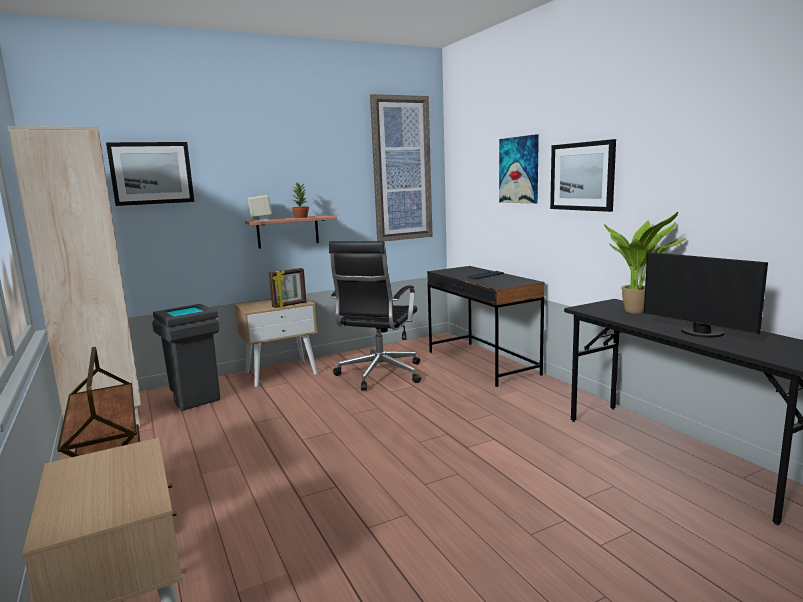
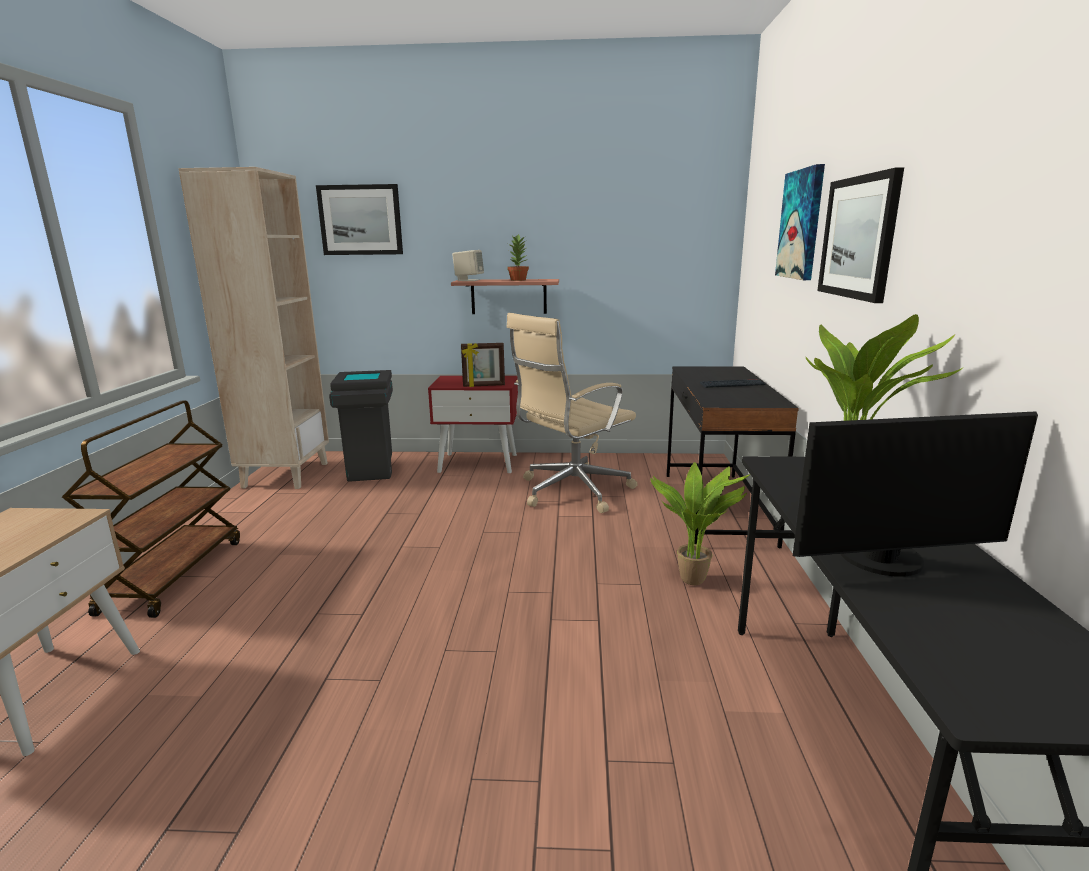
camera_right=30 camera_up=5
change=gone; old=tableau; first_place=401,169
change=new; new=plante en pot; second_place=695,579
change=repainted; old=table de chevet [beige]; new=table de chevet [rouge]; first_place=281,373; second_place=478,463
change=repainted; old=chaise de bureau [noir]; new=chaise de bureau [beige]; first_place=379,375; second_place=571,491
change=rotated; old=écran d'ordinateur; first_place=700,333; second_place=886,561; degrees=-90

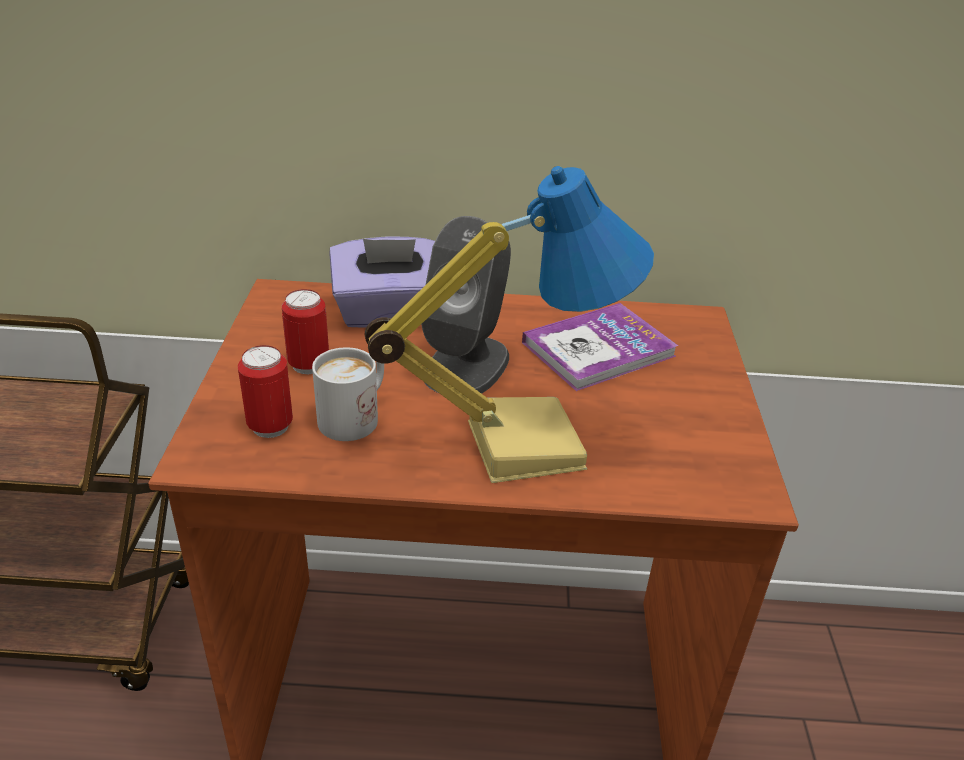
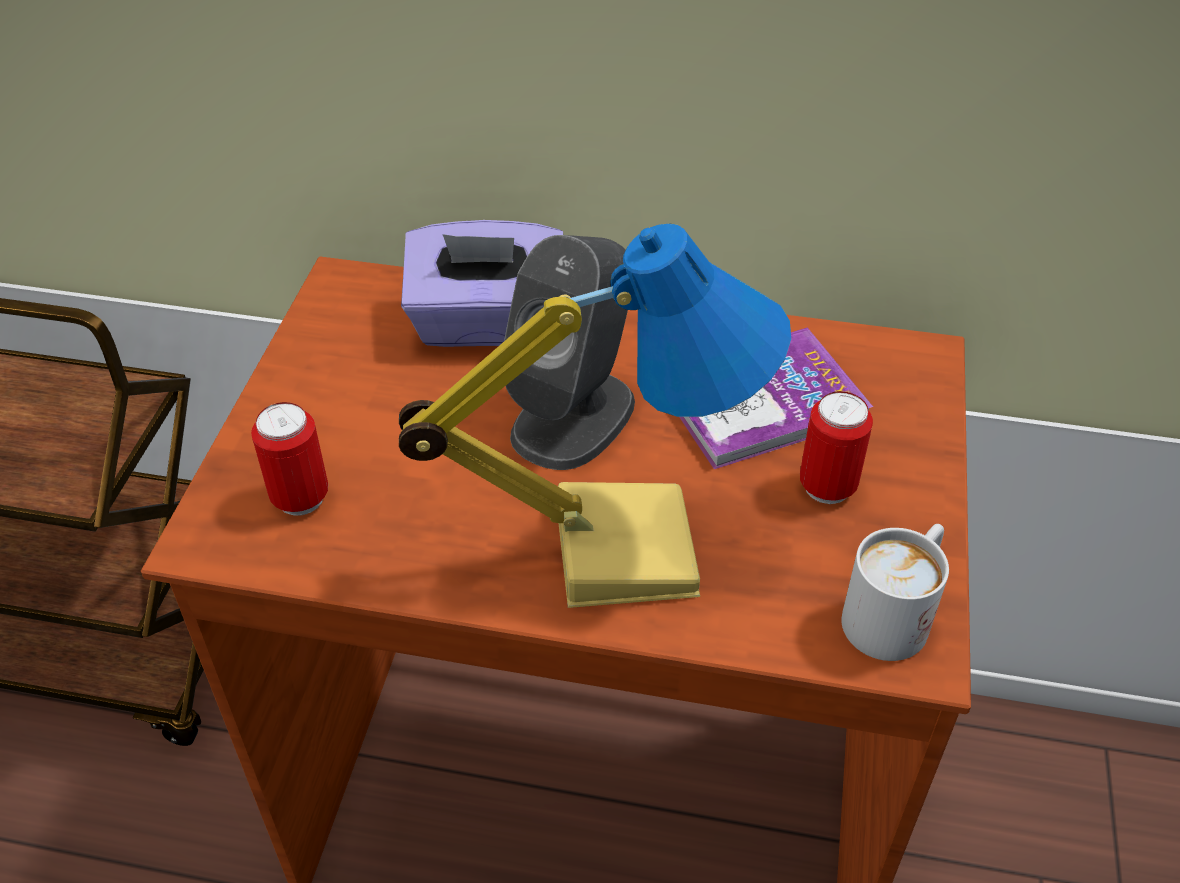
camera_right=10 camera_up=10
change=shifted; old=boîte métallique; first_place=309,365; second_place=827,487
change=shifted; old=mug [blanc]; first_place=356,415; second_place=895,612

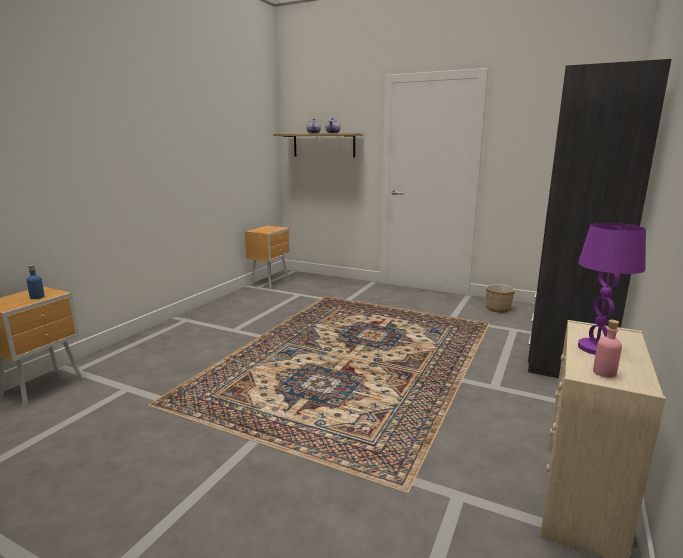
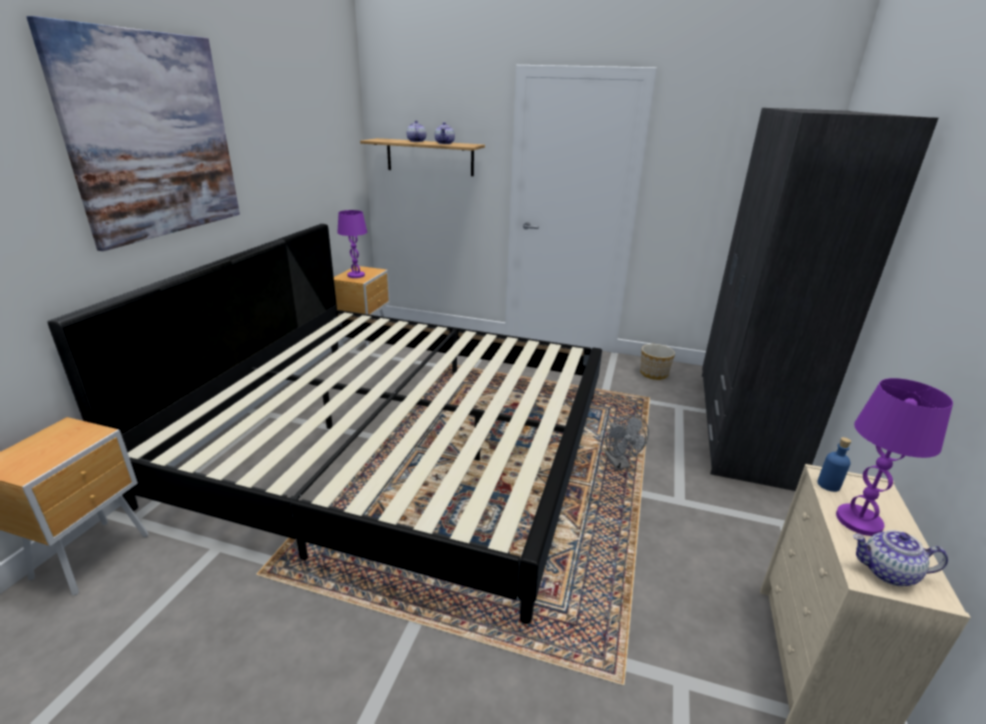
camera_right=-10 camera_up=10
change=new; new=tableau; second_place=153,137
change=new; new=lit; second_place=398,443
change=new; new=lampe de table [violet]; second_place=356,275
change=new; new=ventilateur [gris]; second_place=619,464
change=shifted; old=bouteille [bleu]; first_place=37,297; second_place=828,485
change=swapped; old=bouteille [rose]; new=théière; first_place=604,372; second_place=887,572

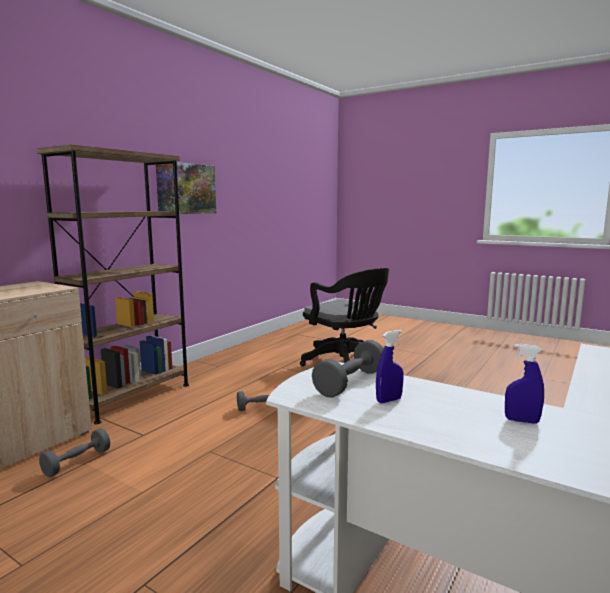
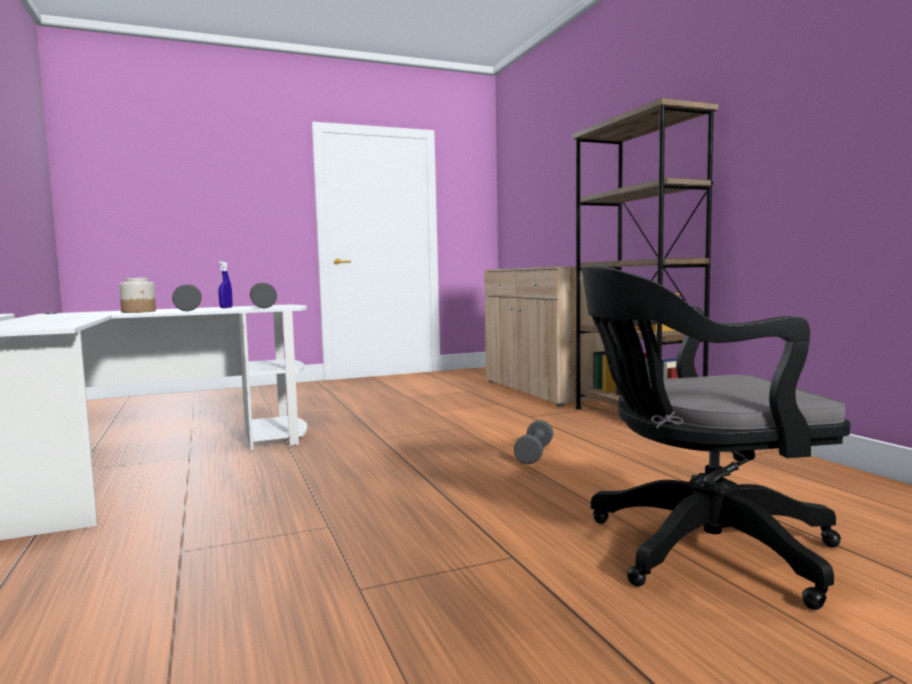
camera_right=125 camera_up=-5
change=gone; old=tableau; first_place=186,188
change=shifted; old=haltère [gris]; first_place=77,462; second_place=188,310
change=swapped; old=vaporisateur [bleu]; new=bocal; first_place=522,421; second_place=139,312

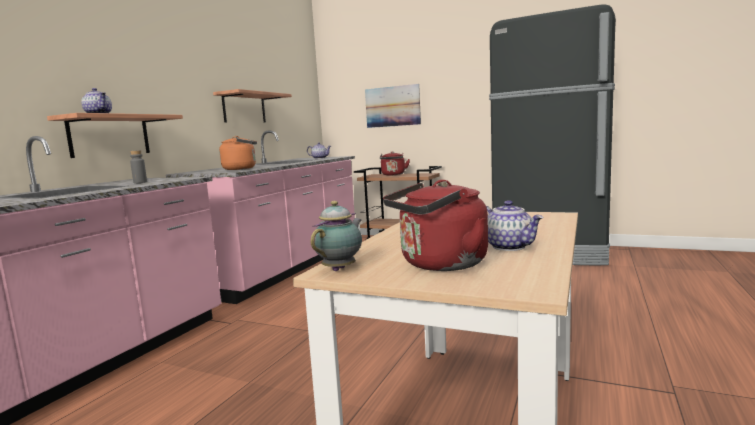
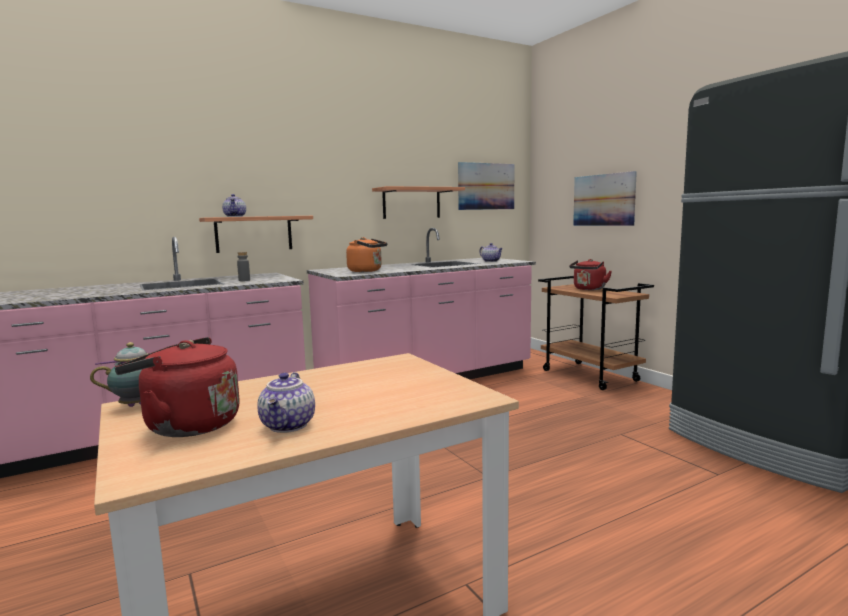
camera_right=35 camera_up=0
change=new; new=tableau; second_place=486,186

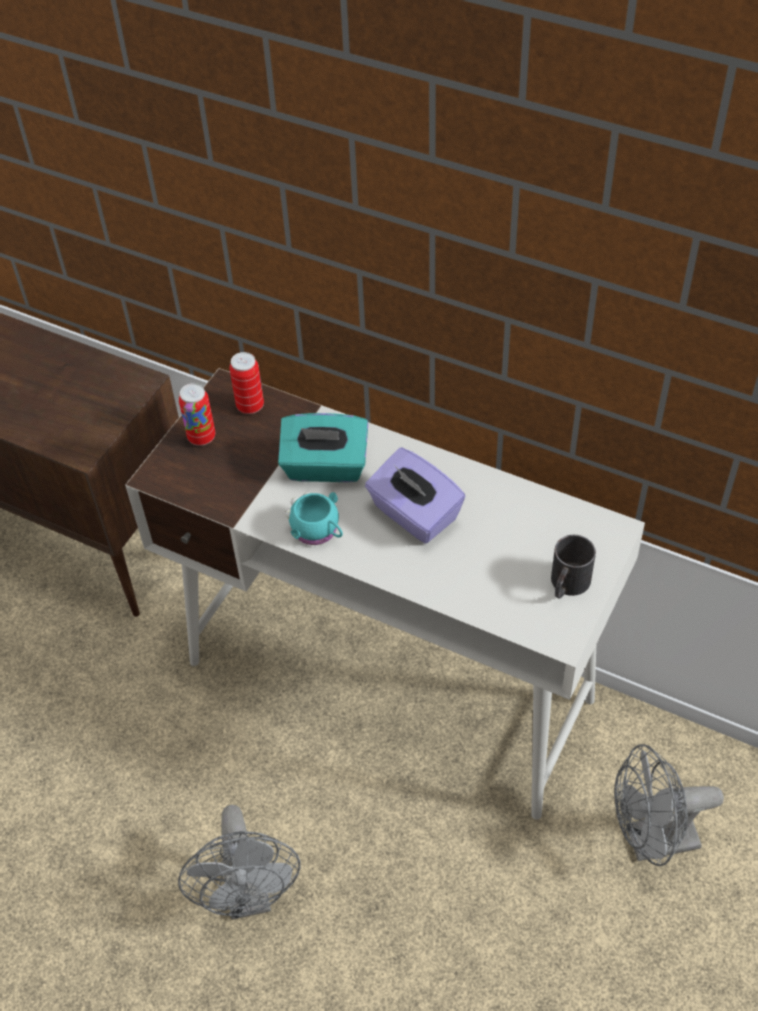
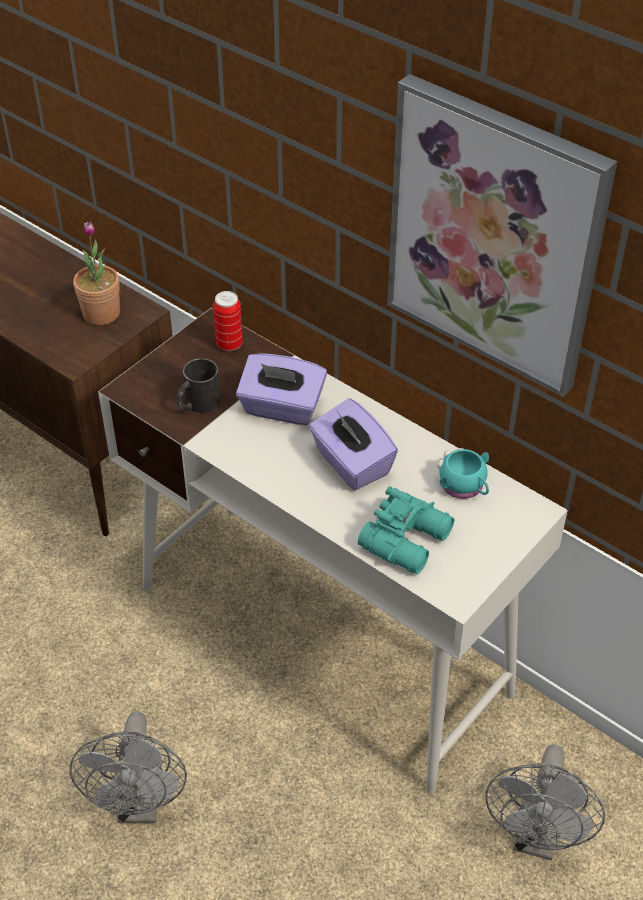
camera_right=10 camera_up=-5
change=gone; old=boîte métallique; first_place=201,437
change=new; new=plante en pot; second_place=101,313
change=new; new=jumelles [turquoise]; second_place=408,540
change=new; new=tableau; second_place=494,236
change=shifted; old=mug [turquoise]; first_place=318,531; second_place=464,487
change=shifted; old=mug [noir]; first_place=567,585; second_place=197,404
change=repainted; old=boîte à mouchoirs [turquoise]; new=boîte à mouchoirs [violet]; first_place=325,467; second_place=282,408
change=rotated; old=ventilateur [gris]; first_place=651,841; second_place=536,838; degrees=-75

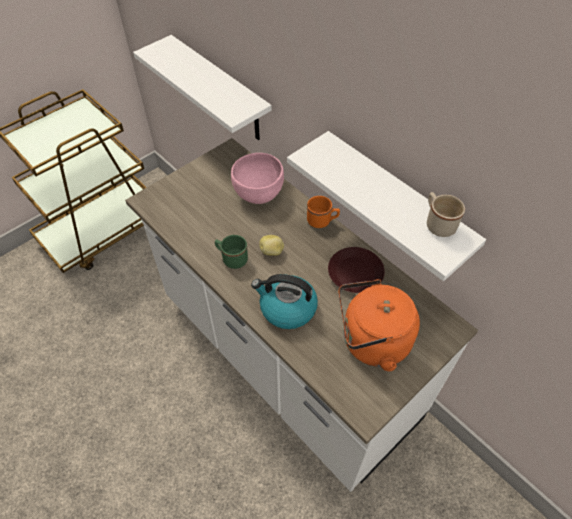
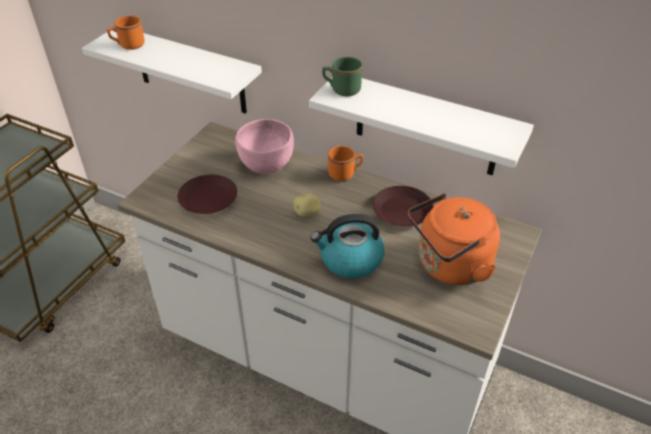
camera_right=-20 camera_up=-10
change=gone; old=mug [beige]; first_place=437,223
change=new; new=mug [orange]; second_place=128,45
change=new; new=assiette [marron]; second_place=207,199
change=shifted; old=mug [vert]; first_place=231,258; second_place=341,89

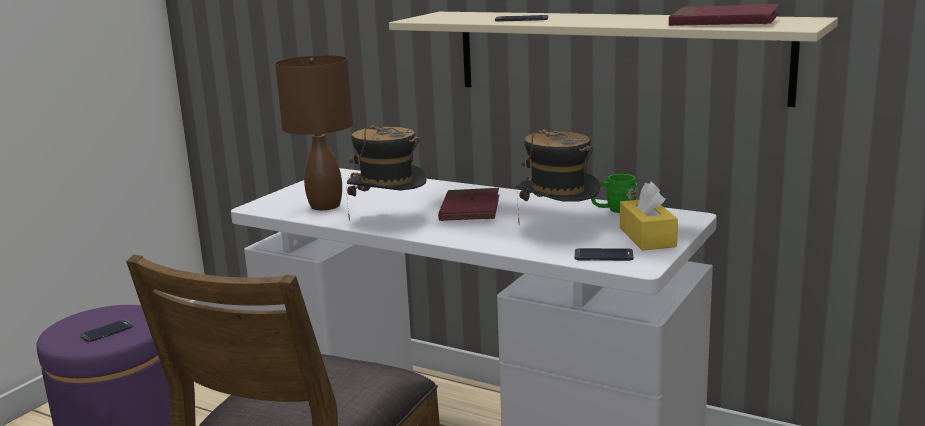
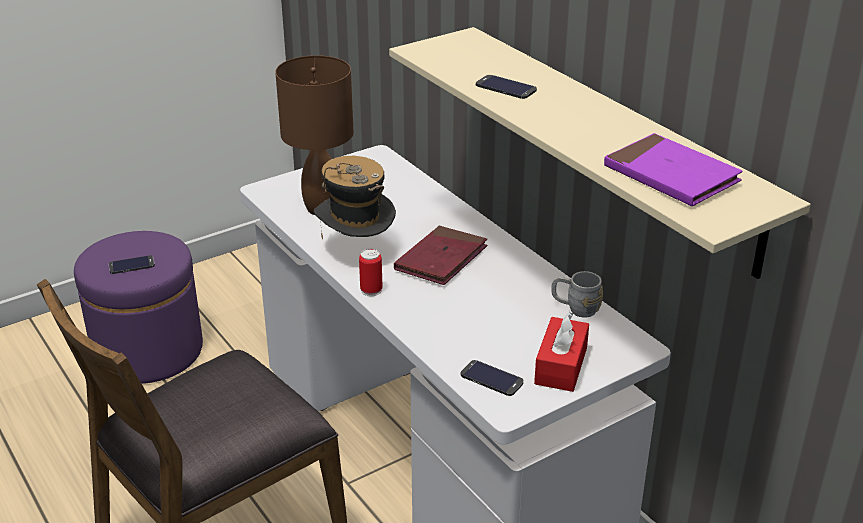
camera_right=25 camera_up=15
change=gone; old=chapeau; first_place=558,230
change=new; new=boîte métallique; second_place=371,290
change=repainted; old=mug [vert]; new=mug [gris]; first_place=614,209; second_place=575,308
change=repainted; old=boîte à mouchoirs [jaune]; new=boîte à mouchoirs [rouge]; first_place=647,237; second_place=561,366
change=repainted; old=livre [rouge]; new=livre [violet]; first_place=724,22; second_place=671,175

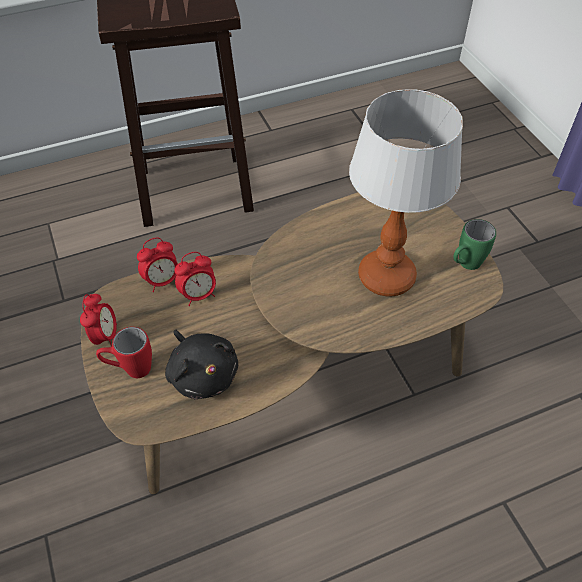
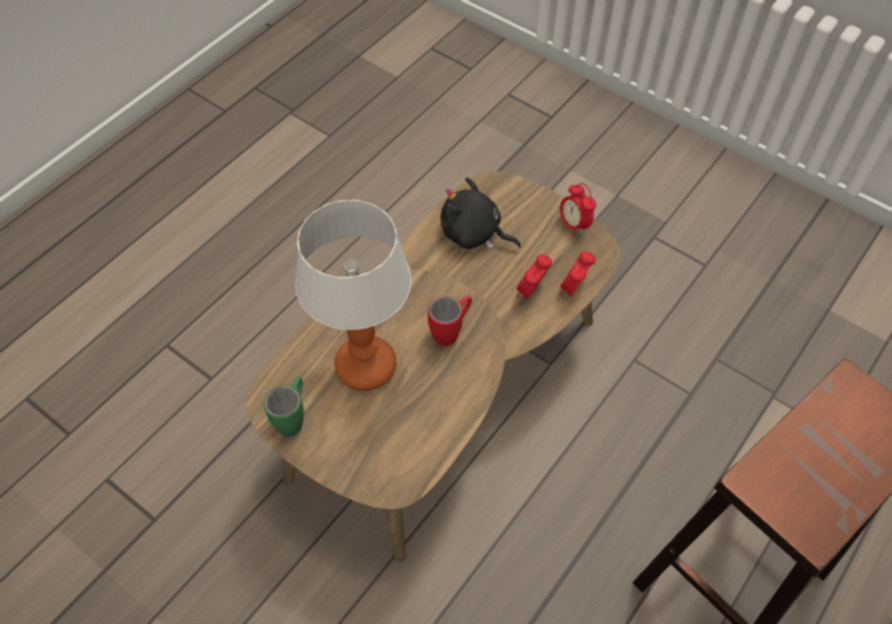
camera_right=150 camera_up=5
change=shifted; old=mug [rouge]; first_place=130,369; second_place=451,331

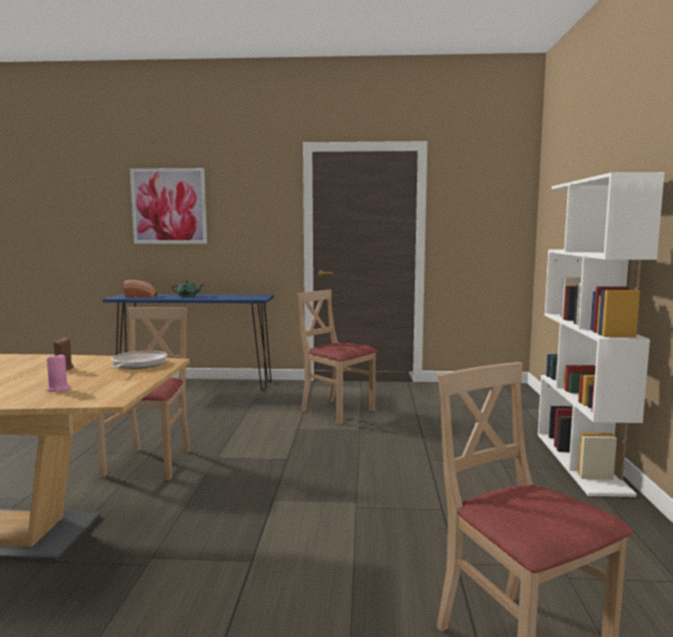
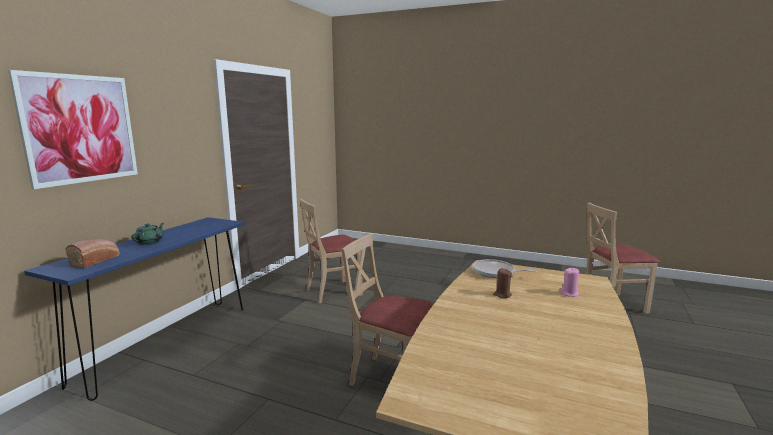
camera_right=-70 camera_up=5
change=gone; old=bibliothèque [blanc]; first_place=581,462

